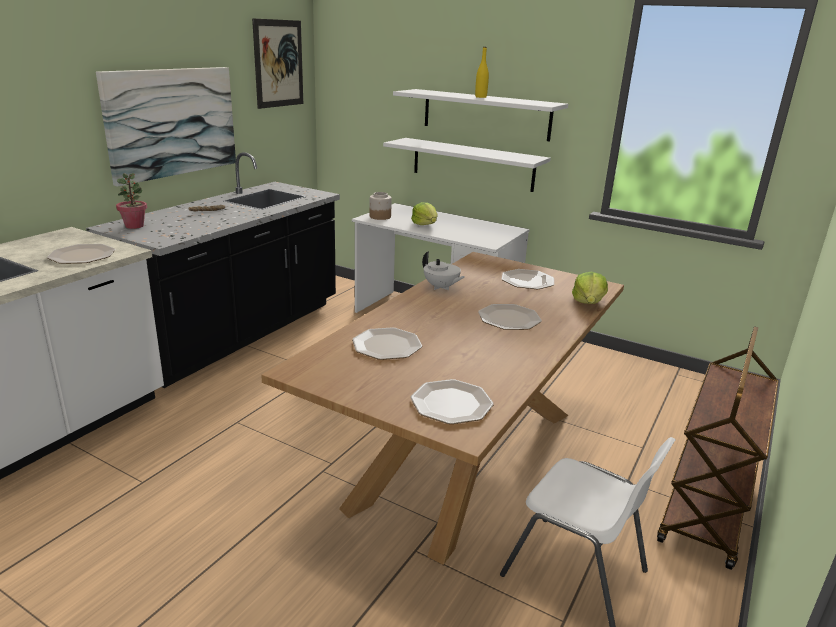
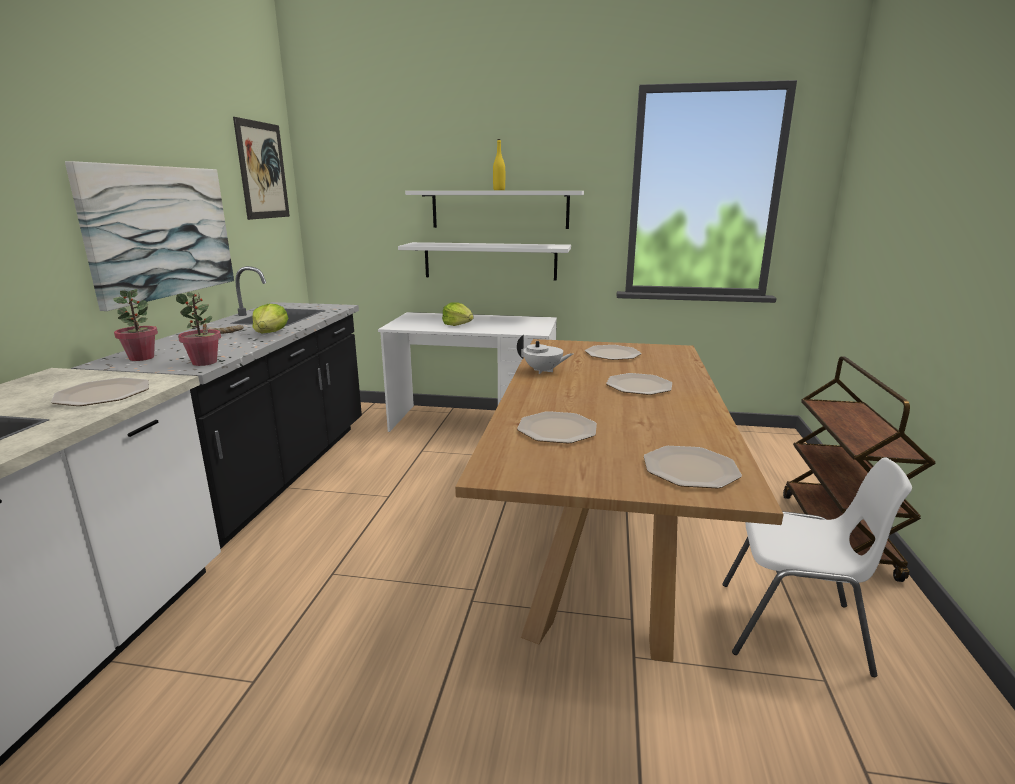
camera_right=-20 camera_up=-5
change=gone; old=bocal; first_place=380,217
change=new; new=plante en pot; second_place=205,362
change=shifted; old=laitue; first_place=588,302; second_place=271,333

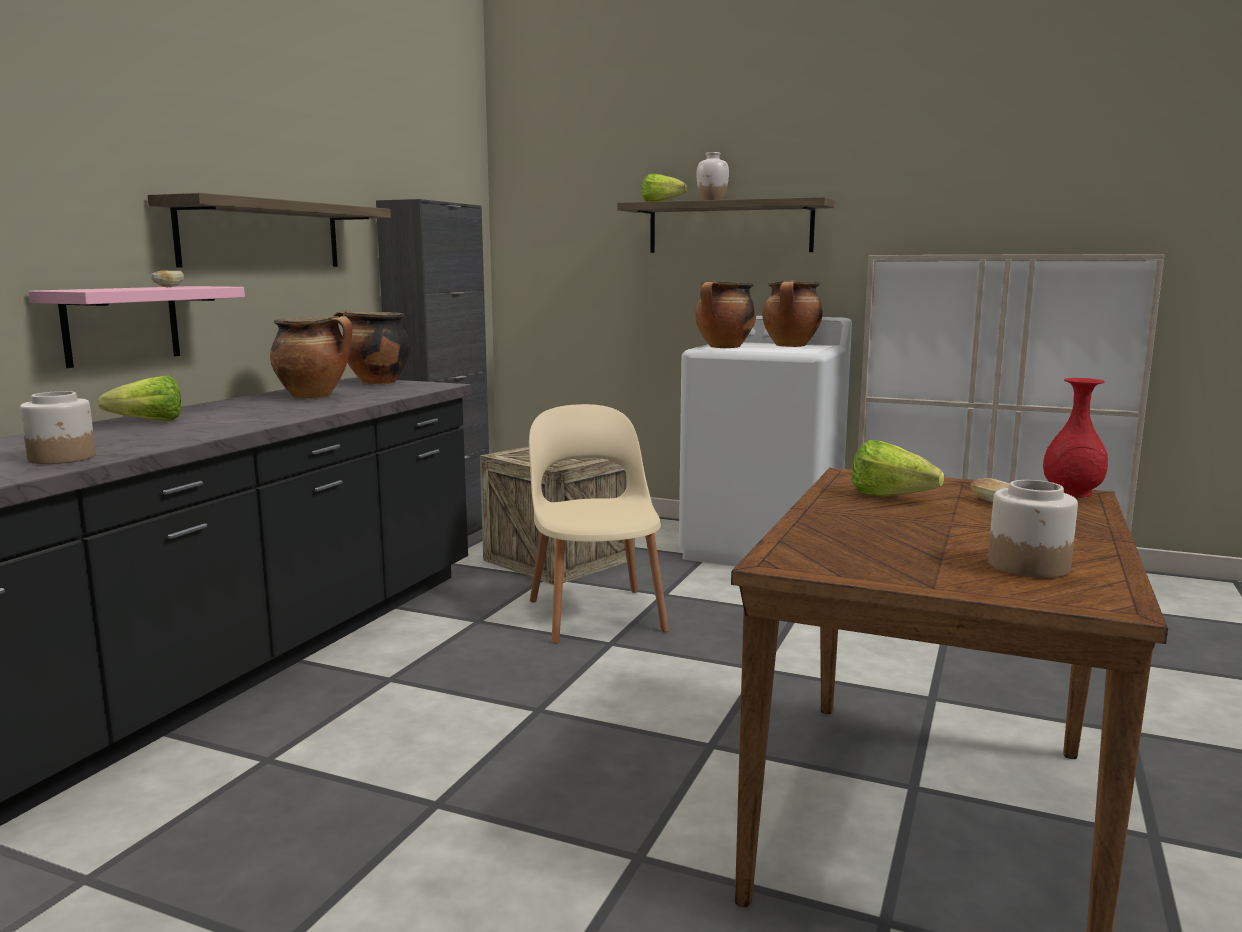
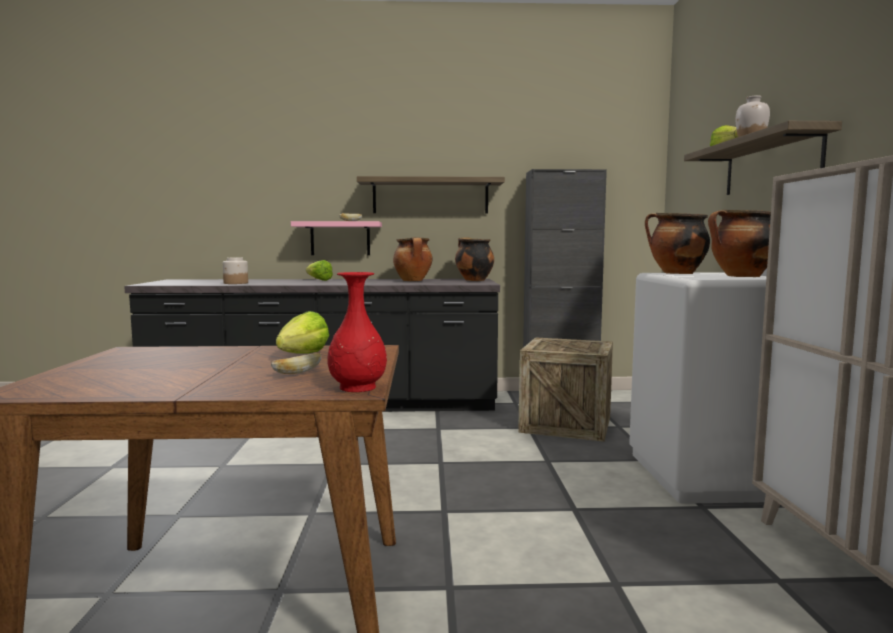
camera_right=65 camera_up=-5
change=gone; old=chaise [beige]; first_place=595,612
change=gone; old=bocal; first_place=1029,566

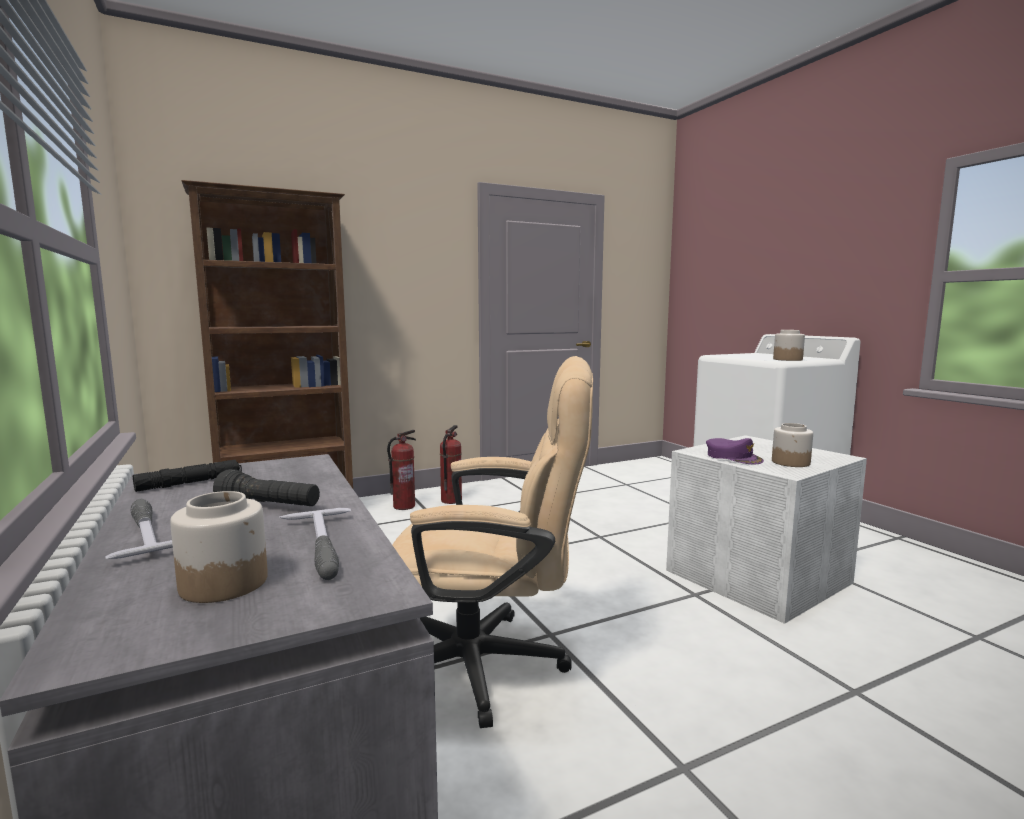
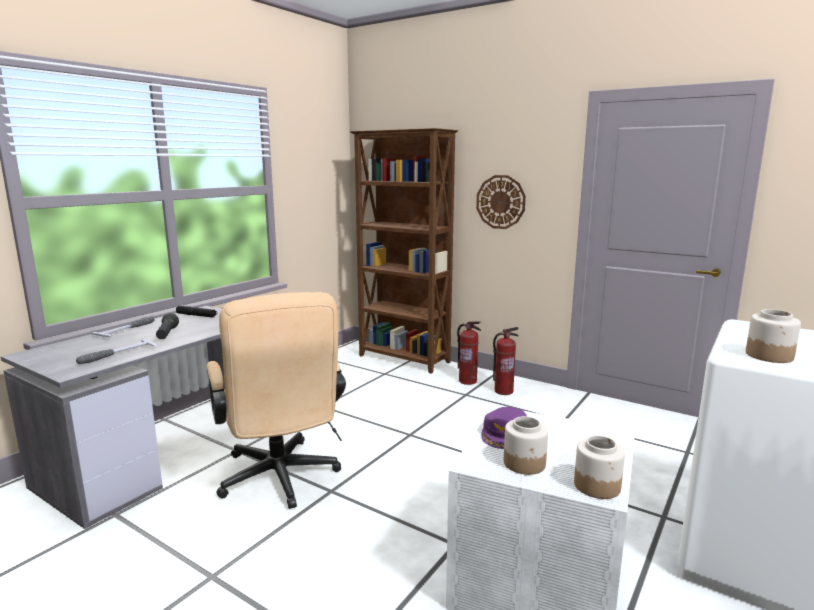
camera_right=60 camera_up=5
change=new; new=horloge murale; second_place=500,202
change=shifted; old=bocal; first_place=224,583; second_place=597,486

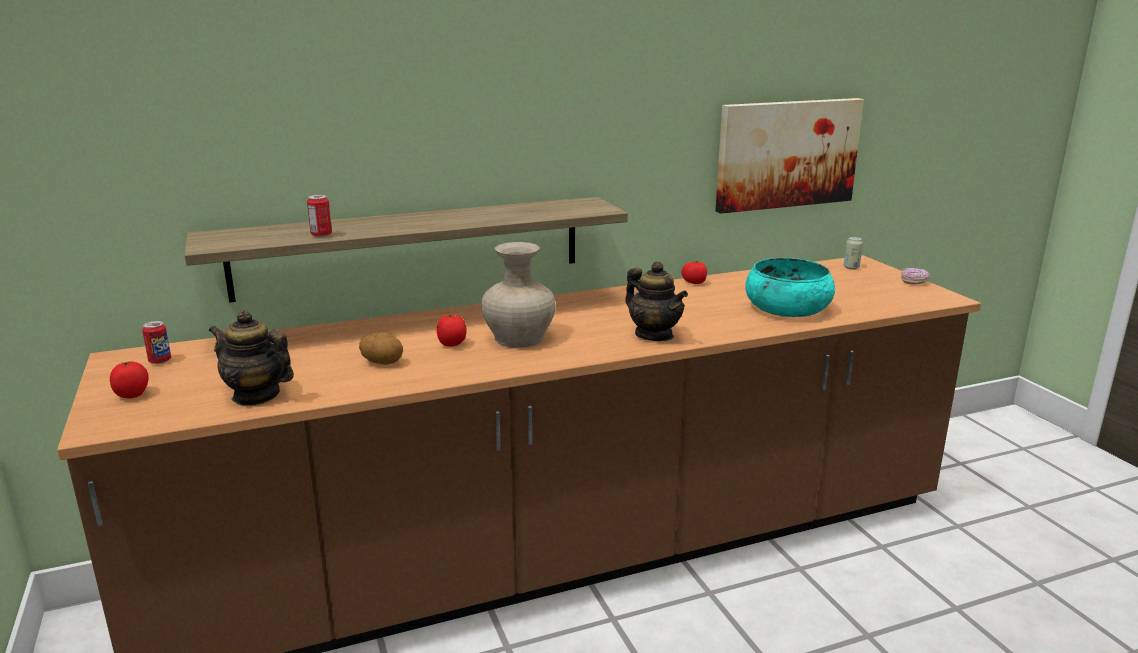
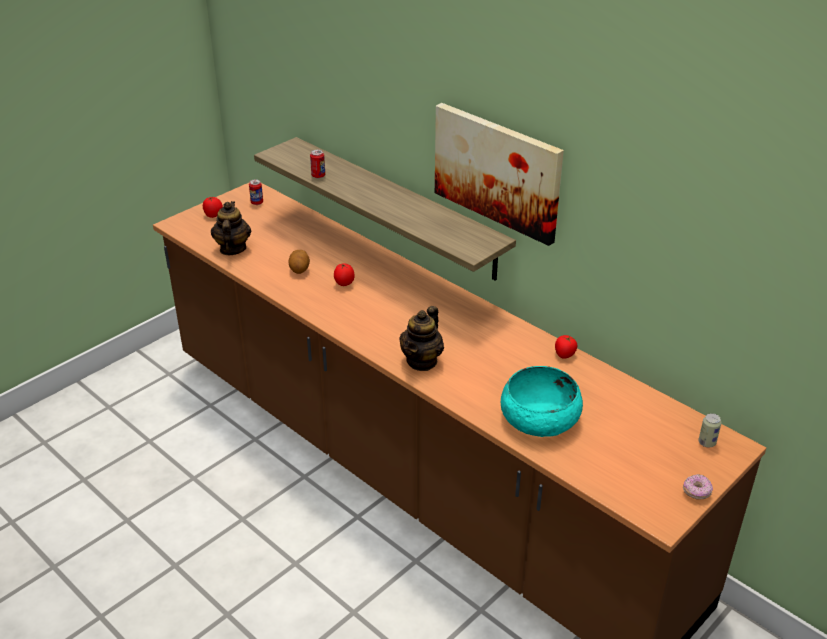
camera_right=65 camera_up=15
change=gone; old=vase [beige]; first_place=520,338
change=shifted; old=tableau; first_place=787,154; second_place=497,171

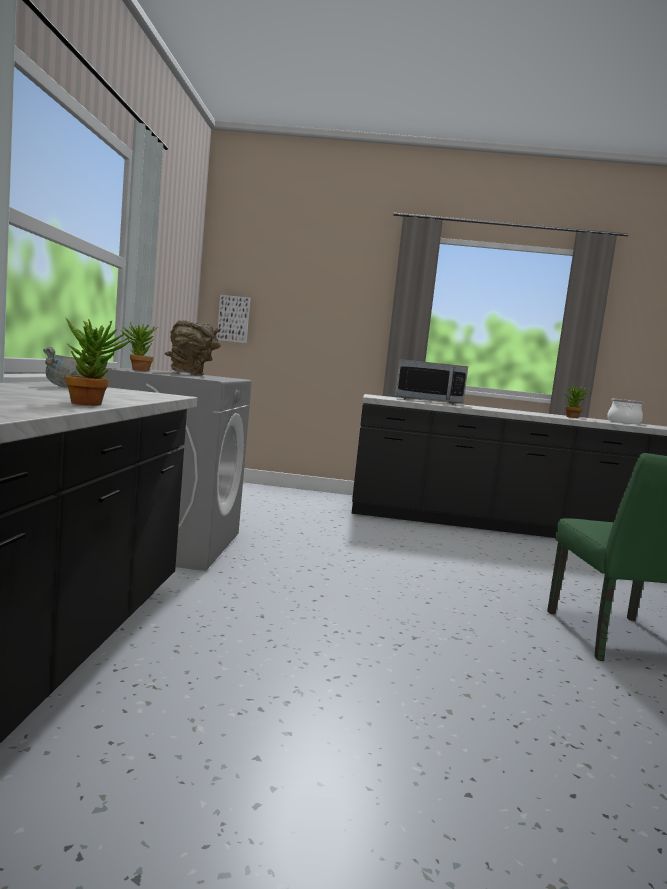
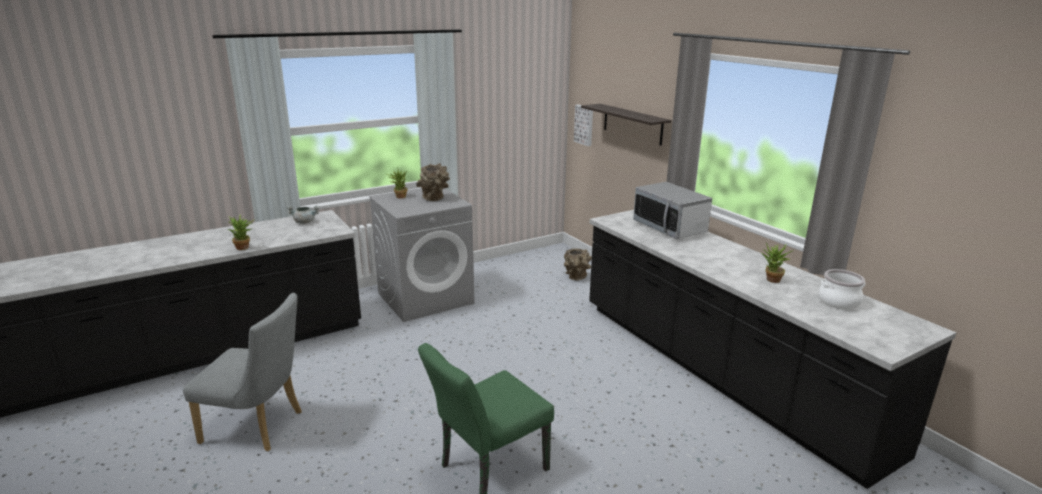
camera_right=55 camera_up=15
change=new; new=chaise [gris]; second_place=259,427
change=new; new=vase [marron]; second_place=576,278
change=new; new=étagère; second_place=632,124

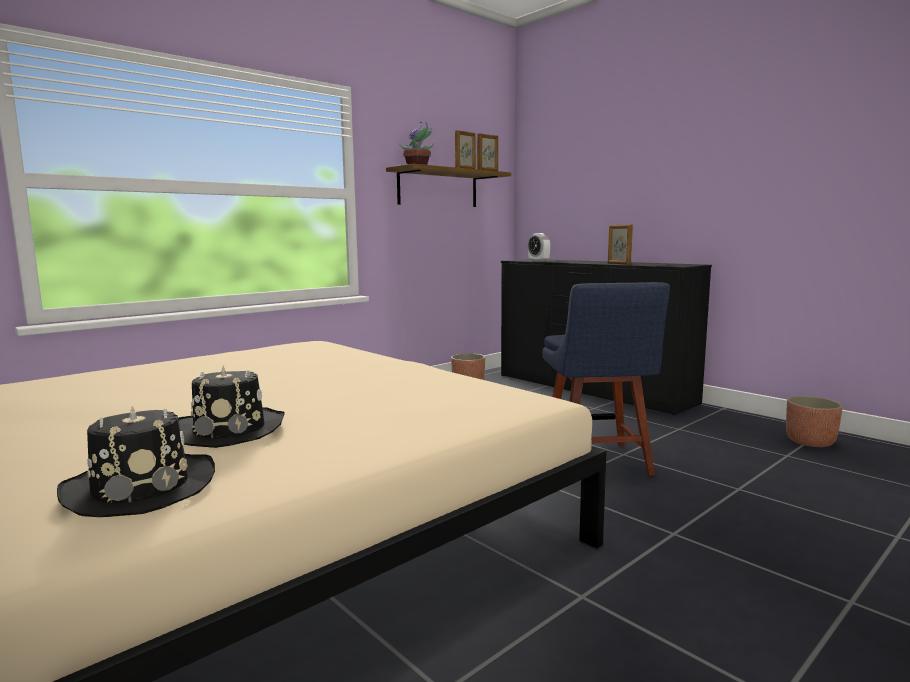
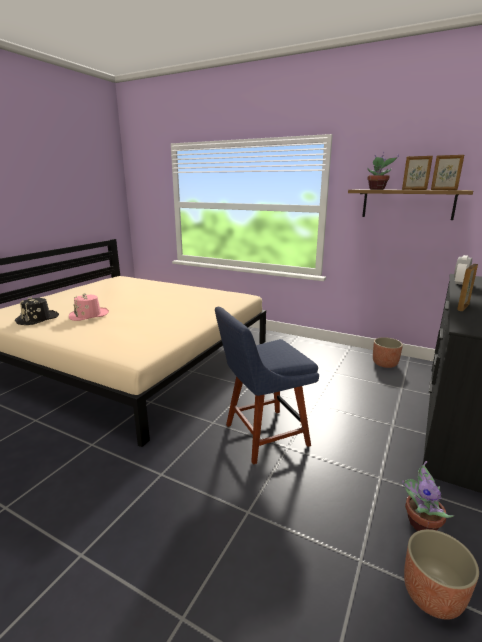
camera_right=70 camera_up=10
change=new; new=plante en pot; second_place=420,522
change=repainted; old=chapeau [noir]; new=chapeau [rose]; first_place=230,429; second_place=89,315

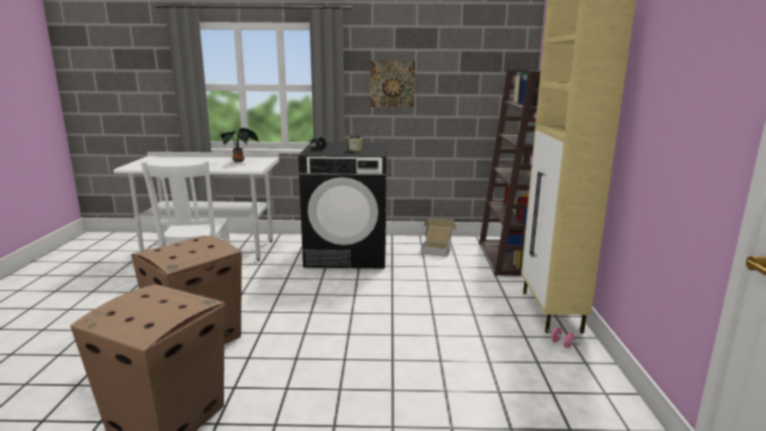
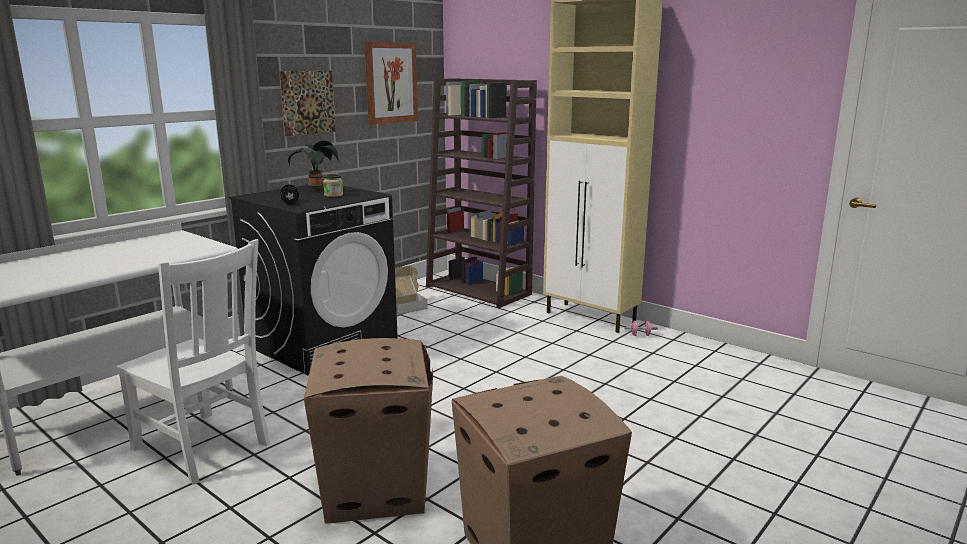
camera_right=-50 camera_up=0
change=new; new=tableau; second_place=390,83
change=shifted; old=plante en pot; first_place=240,161; second_place=317,189

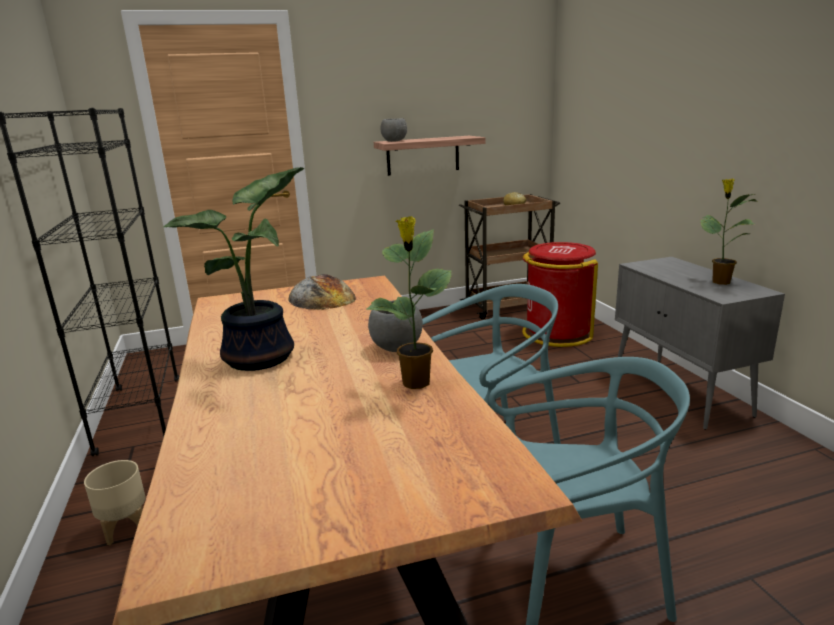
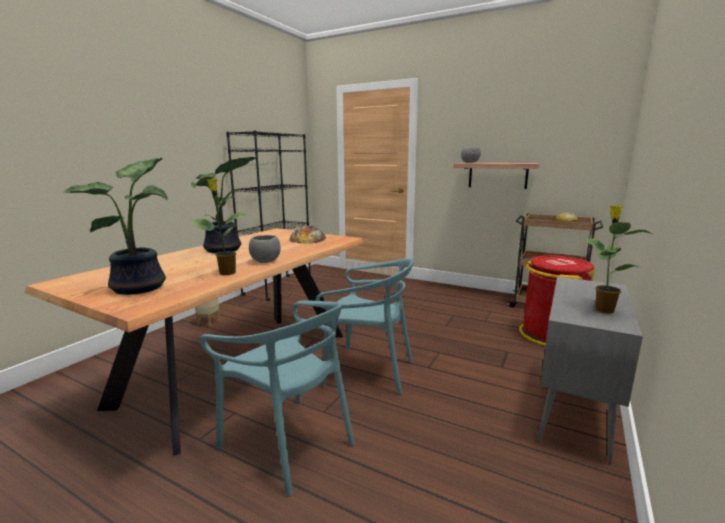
camera_right=45 camera_up=-5
change=new; new=plante en pot; second_place=142,287

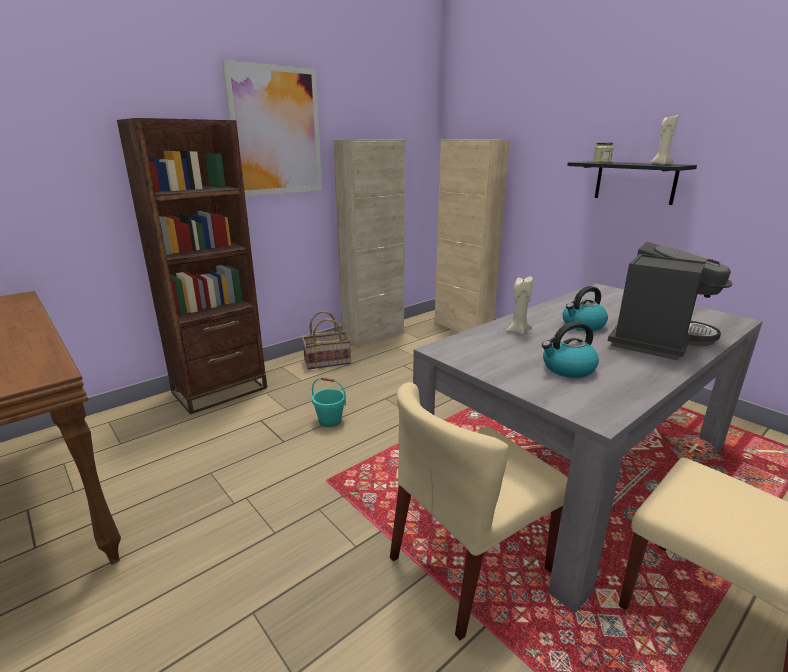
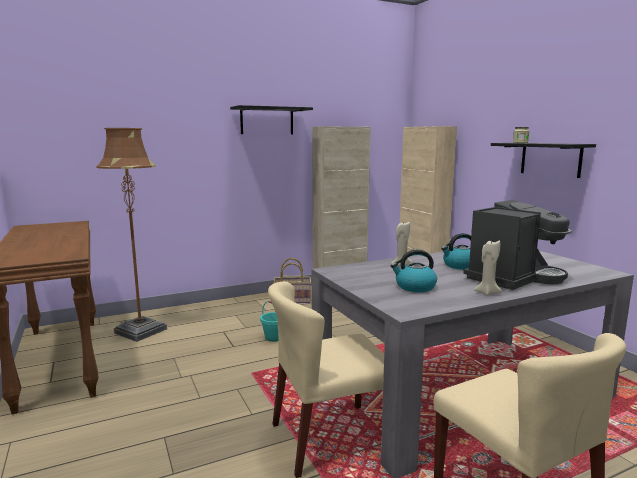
camera_right=15 camera_up=-10
change=gone; old=bibliothèque [marron]; first_place=220,390
change=new; new=lampadaire [marron]; second_place=141,331
change=shifted; old=bougie [beige]; first_place=660,164; second_place=487,293
change=swapped; old=tableau; new=étagère [noir]; first_place=276,131; second_place=267,121

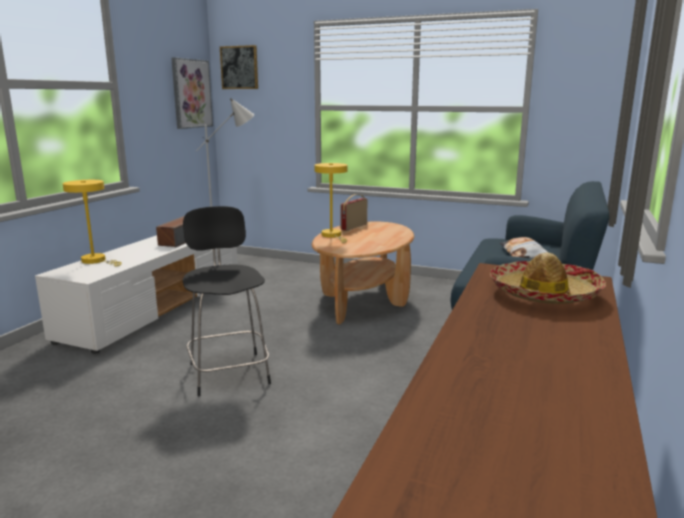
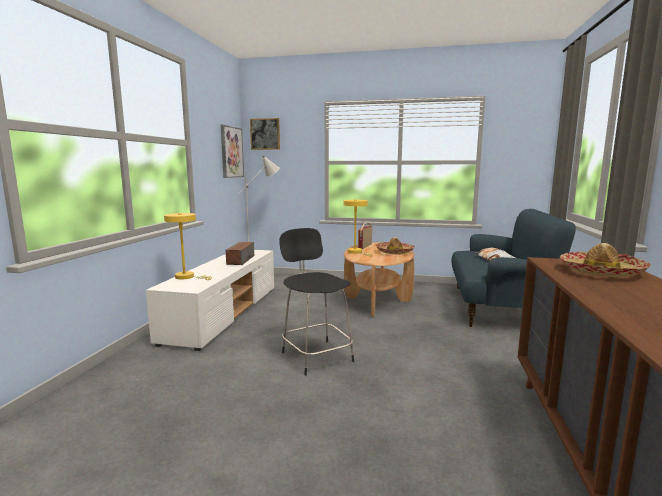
camera_right=-10 camera_up=-5
change=new; new=chapeau; second_place=394,252

